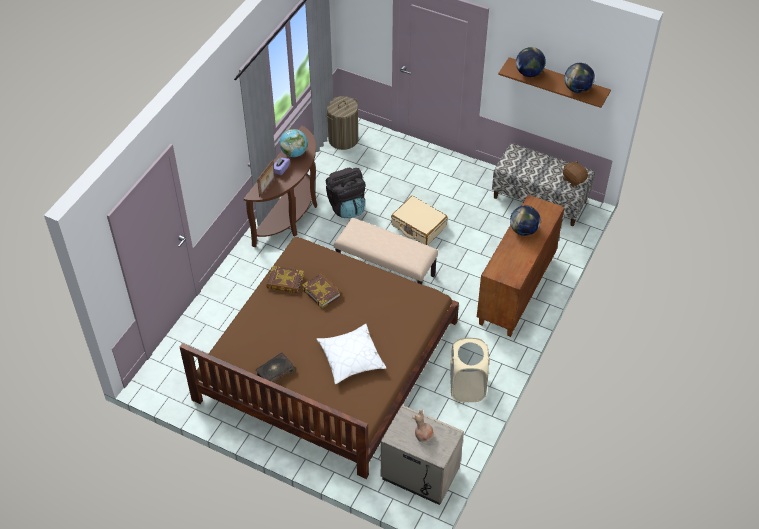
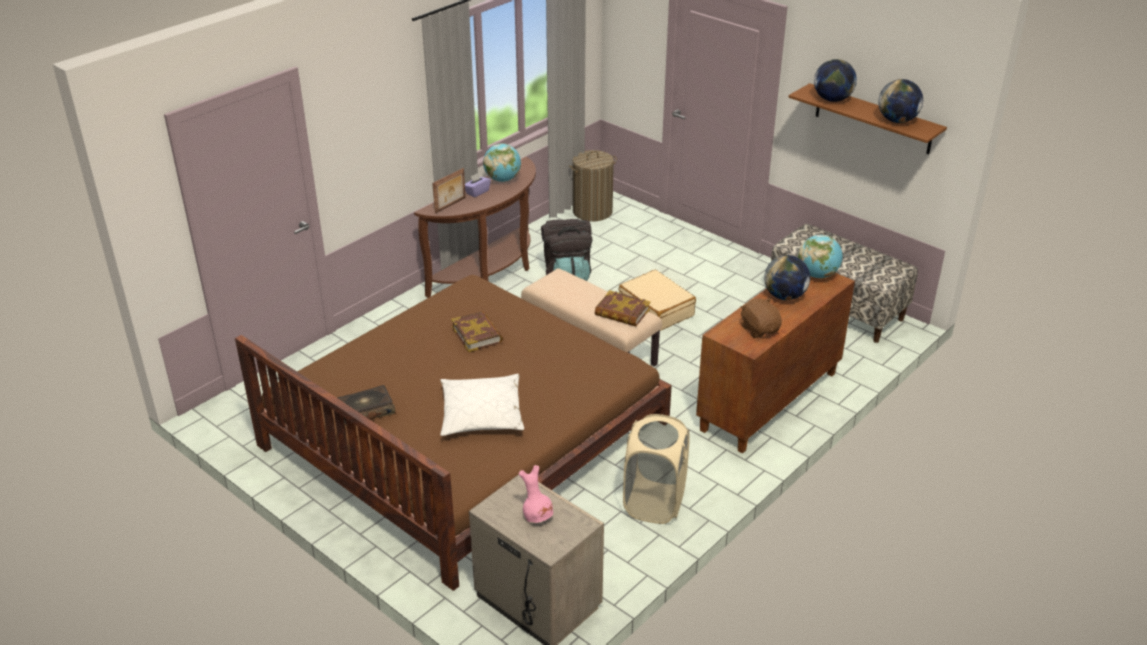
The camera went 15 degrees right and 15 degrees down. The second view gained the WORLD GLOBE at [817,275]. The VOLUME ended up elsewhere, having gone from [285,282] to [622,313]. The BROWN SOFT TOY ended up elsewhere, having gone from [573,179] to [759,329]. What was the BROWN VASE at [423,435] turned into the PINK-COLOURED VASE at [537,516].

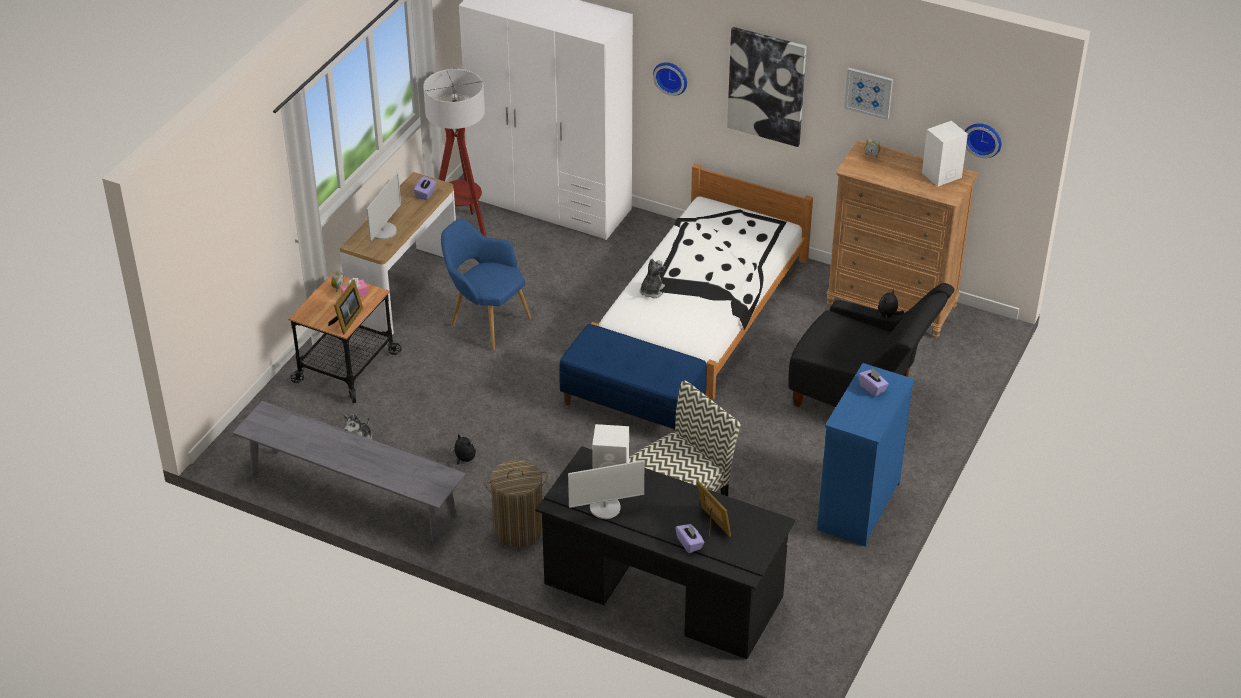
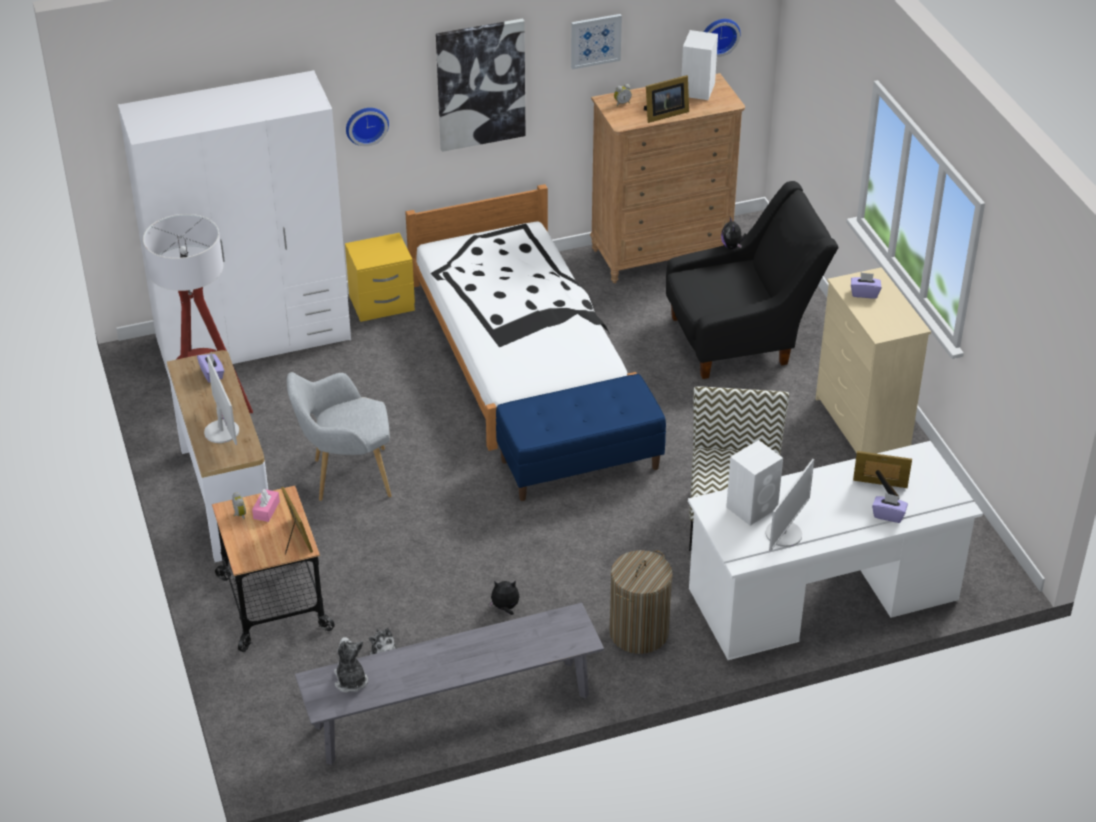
The camera went 45 degrees left and 0 degrees up. The second view gained the YELLOW-COLOURED NIGHTSTAND at [382,304]. The second view gained the PHOTO FRAME at [664,114]. The SOFT TOY ended up elsewhere, having gone from [651,291] to [350,680]. What was the BLUISH LOUNGE CHAIR at [485,321] turned into the GREYISH LOUNGE CHAIR at [345,477]. What was the BLACK DESK at [663,592] turned into the WHITE-COLOURED DESK at [823,596]. What was the BLUISH DRESSER at [857,507] turned into the BEIGE-COLOURED DRESSER at [861,426].

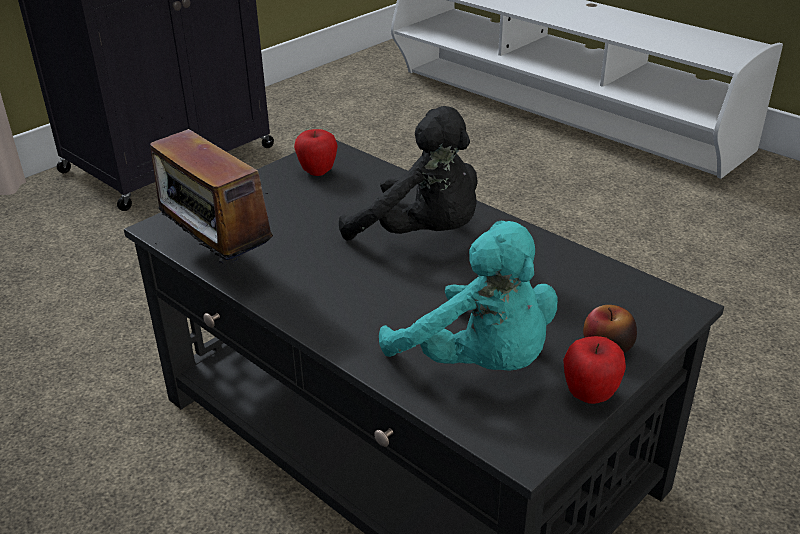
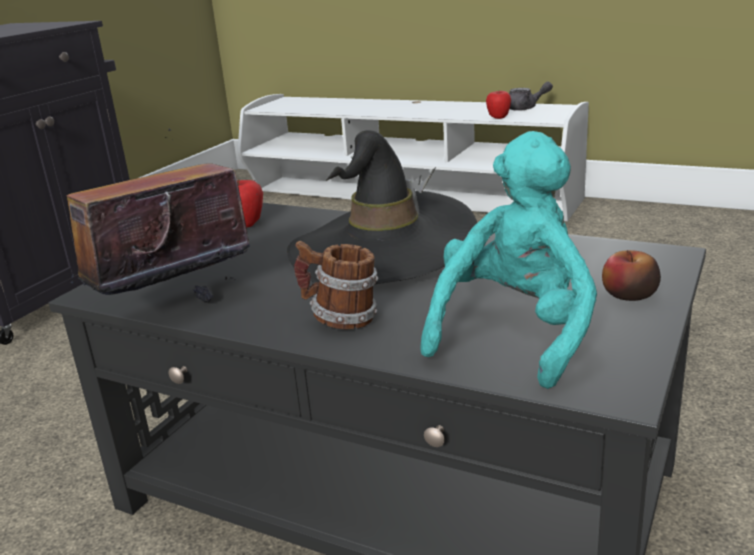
The camera went 15 degrees left and 10 degrees down. The second view gained the MUG at [341,320]. The second view gained the GREYISH TEAPOT at [525,108]. The APPLE ended up elsewhere, having gone from [589,395] to [498,117]. Where the BLACK SOFT TOY stood at [422,234], the BLACK CLOTHING HAT came to stand at [383,250]. The RADIO at [217,260] ended up facing another way, 105 degrees clockwise from before. The TURQUOISE-COLOURED SOFT TOY at [478,363] ended up facing another way, 90 degrees counterclockwise from before.

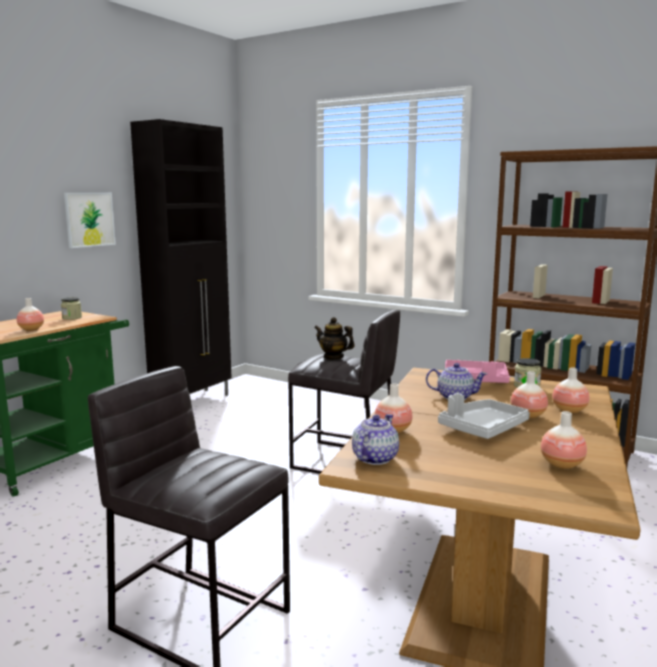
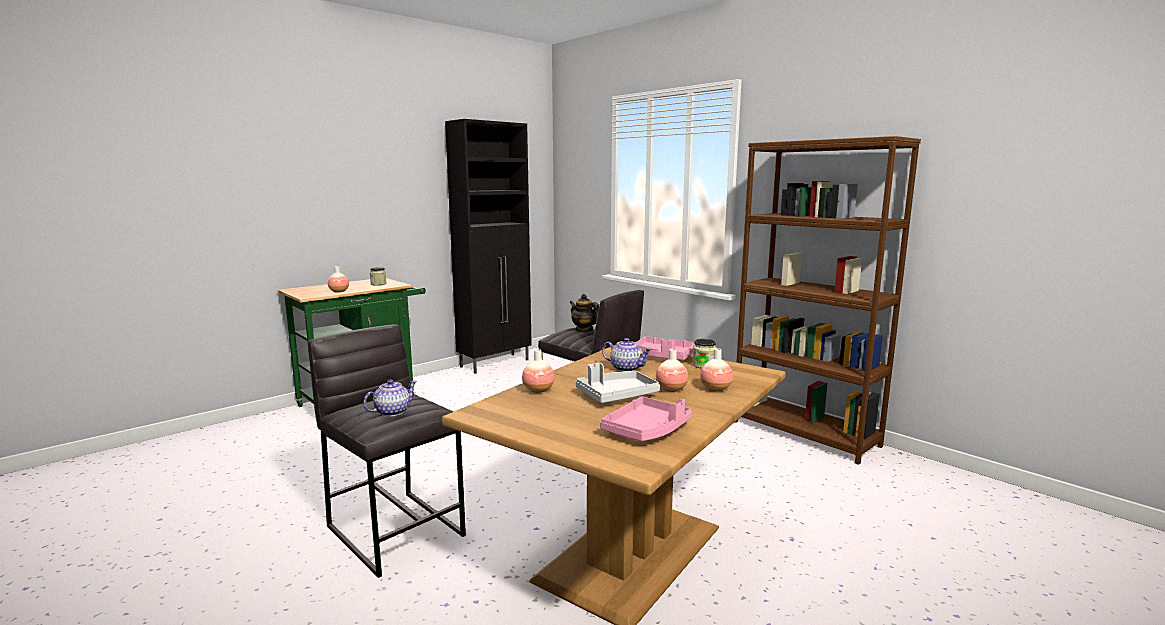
The camera went 15 degrees right and 0 degrees up. The second view lost the PICTURE at [89,219]. The TEAPOT ended up elsewhere, having gone from [374,458] to [391,412]. Where the VASE stood at [562,465], the PINK-COLOURED CARRYING TRAY came to stand at [647,430].

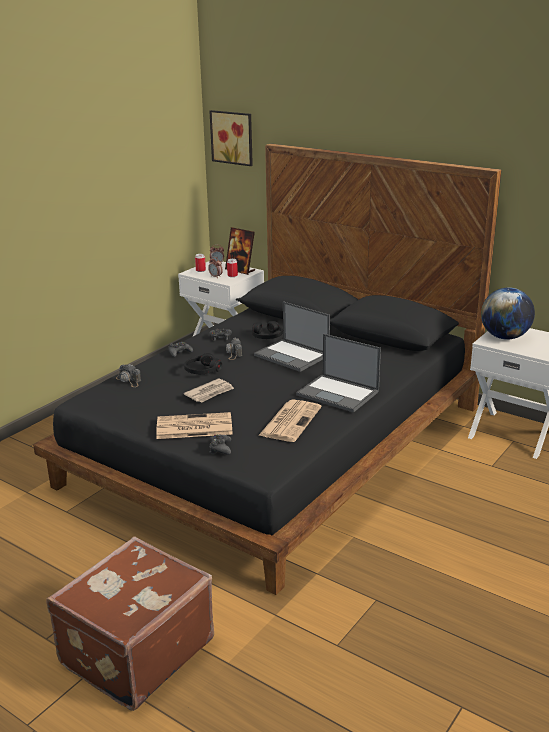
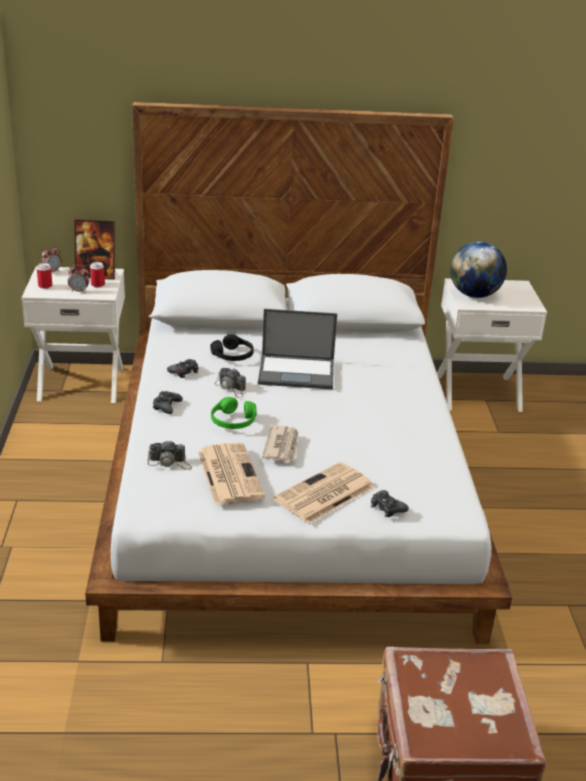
The camera went 40 degrees left and 5 degrees up. The second view lost the PICTURE at [233,137]. The second view lost the LAPTOP at [339,393]. The PRINTED PAPER ended up elsewhere, having gone from [290,421] to [229,474]. What was the BLACK BEDROOM BED at [277,445] turned into the WHITE-COLOURED BEDROOM BED at [289,482]. What was the BLACK HEADPHONES at [202,370] turned into the GREENISH HEADPHONES at [233,421].

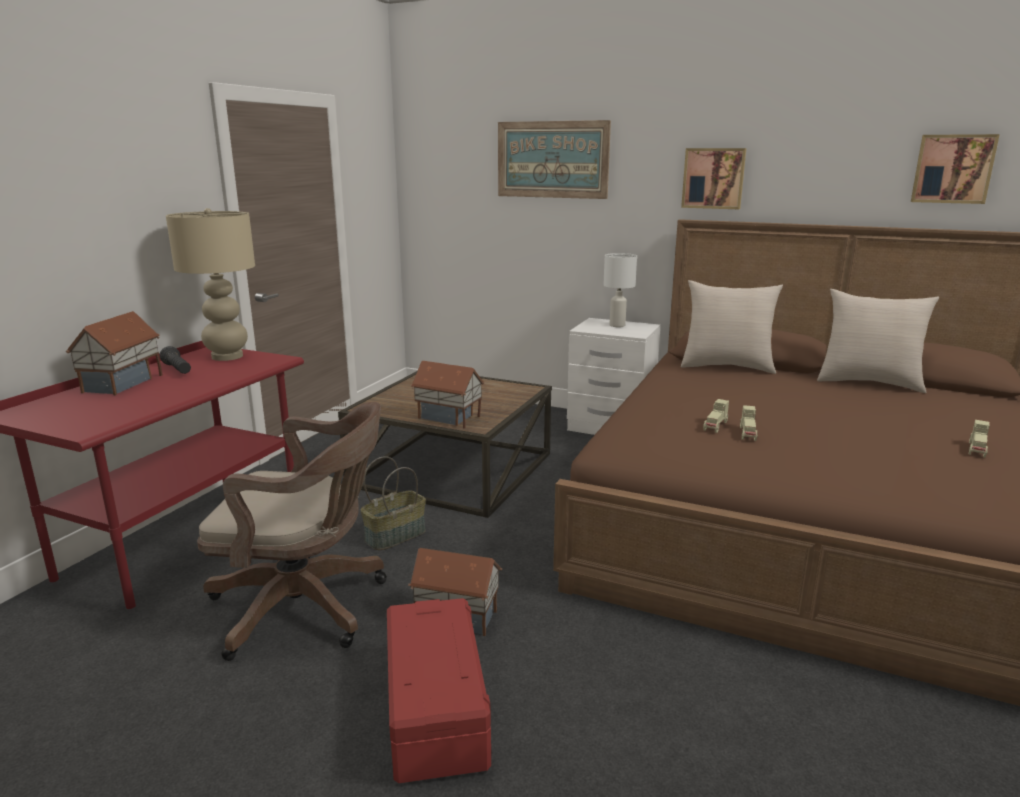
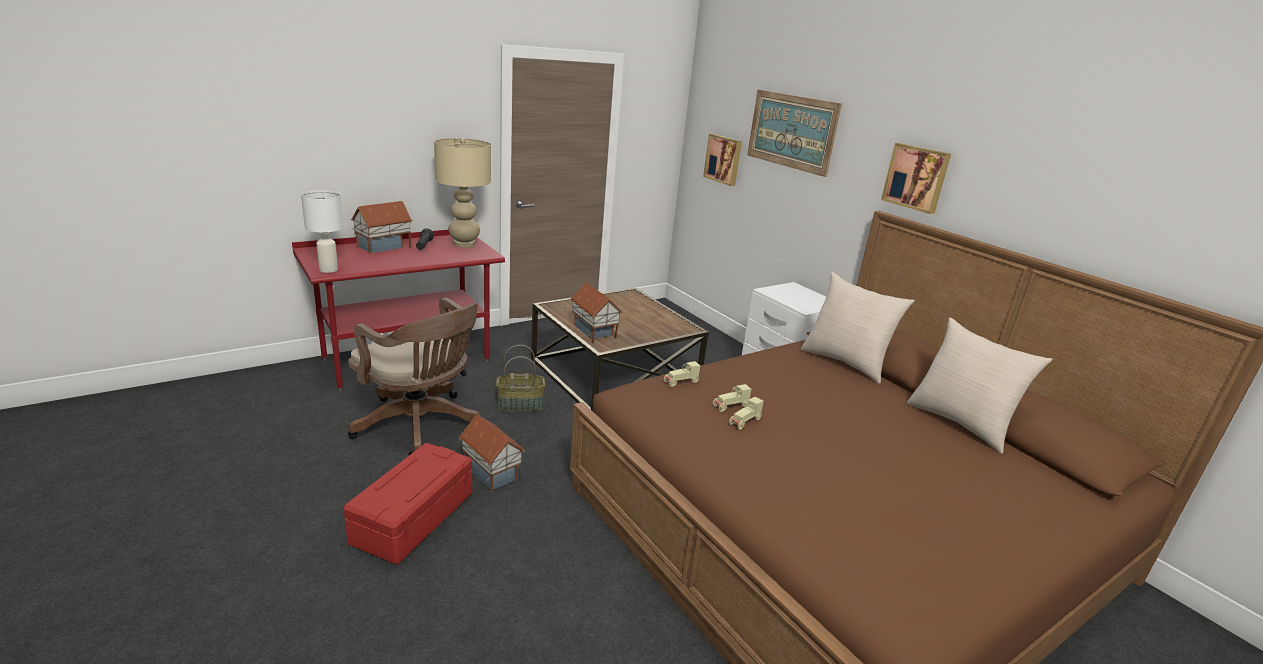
The camera went 30 degrees right and 5 degrees up. The WHITE-COLOURED TABLE LAMP ended up elsewhere, having gone from [617,325] to [329,269]. The PICTURE ended up elsewhere, having gone from [952,169] to [723,159]. The BEIGE-COLOURED MINIATURE CAR ended up elsewhere, having gone from [977,450] to [680,382].

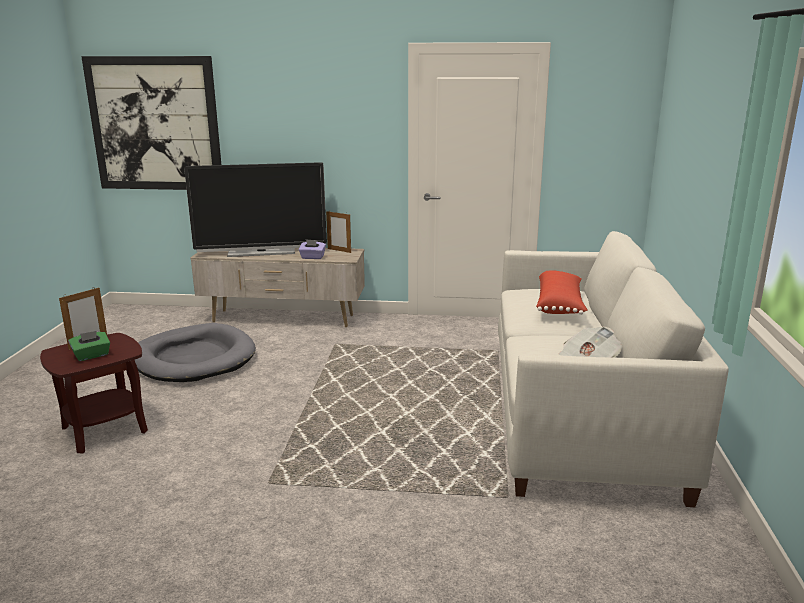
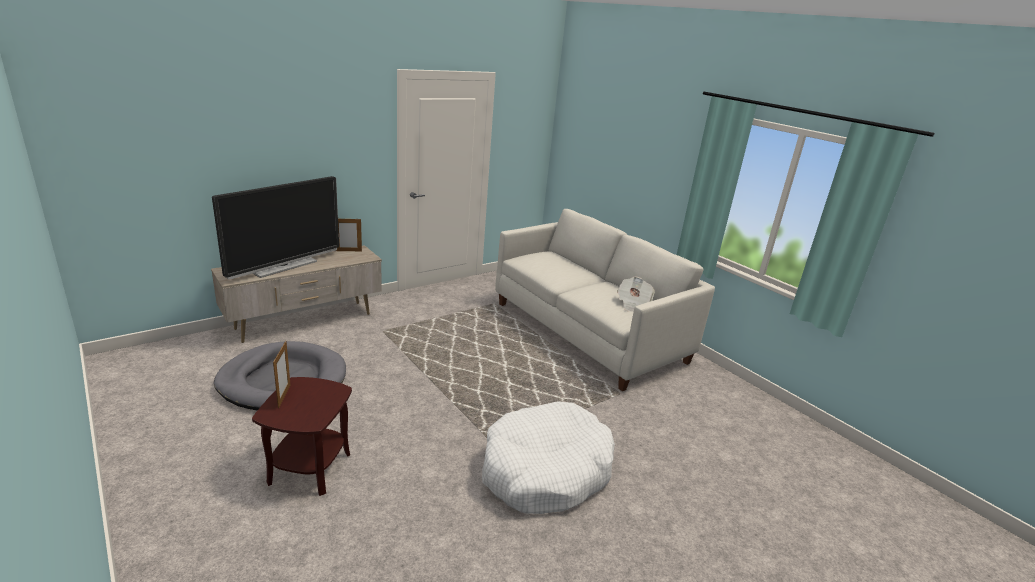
The camera went 45 degrees left and 5 degrees up. The second view lost the GREENISH TISSUE HOLDER at [92,355]. The second view lost the PICTURE at [155,124]. The second view lost the PURPLE-COLOURED TISSUE HOLDER at [312,257]. The second view lost the RED-COLOURED CUSHION at [560,305]. The second view gained the WHITE-COLOURED DOG BED at [545,470].

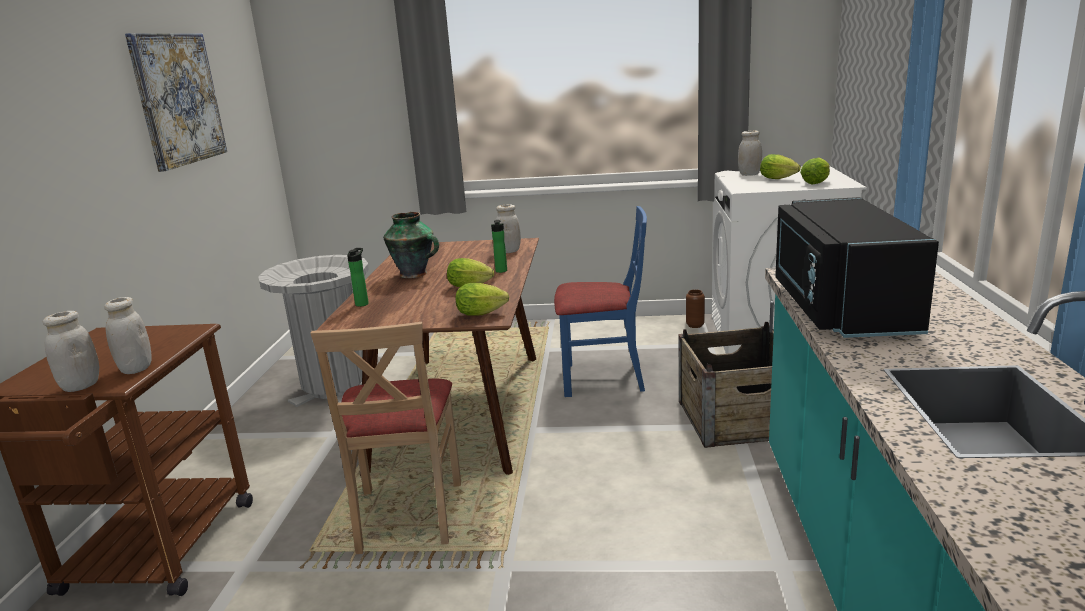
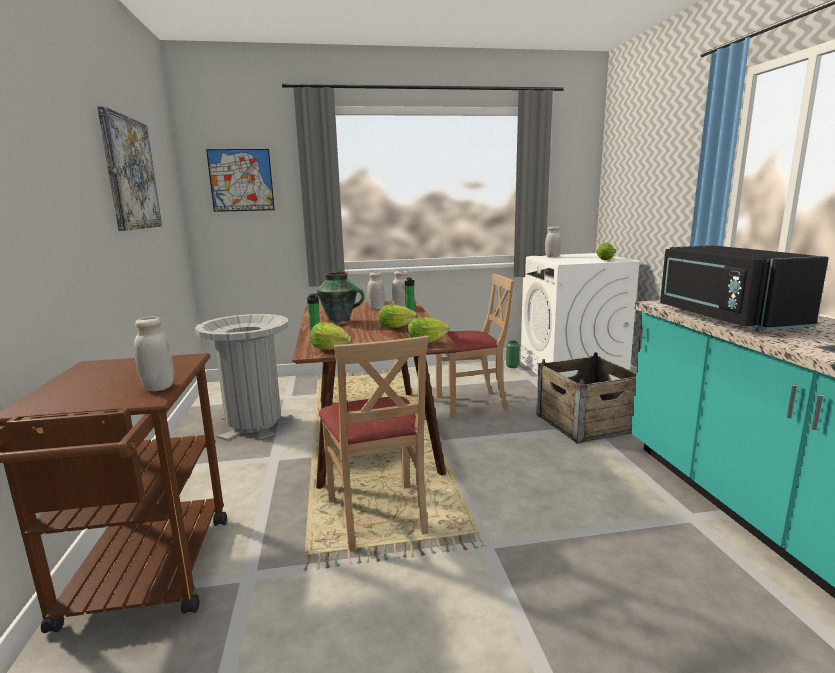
The camera went 15 degrees left and 5 degrees down. The second view gained the PICTURE at [241,180]. The WHITE-COLOURED STORAGE JAR ended up elsewhere, having gone from [81,386] to [376,308]. The LETTUCE HEAD ended up elsewhere, having gone from [780,179] to [332,349]. What was the BLUISH PLAIN CHAIR at [603,378] turned into the BEIGE-COLOURED PLAIN CHAIR at [470,403]. What was the BROWN VASE at [695,325] turned into the GREENISH VASE at [512,366].

